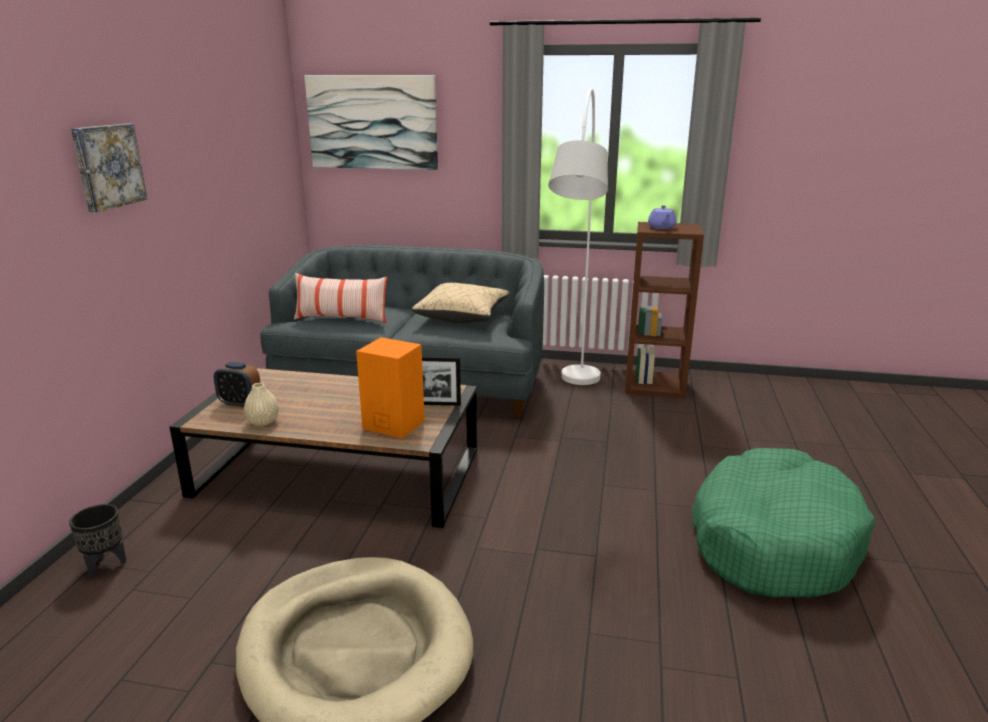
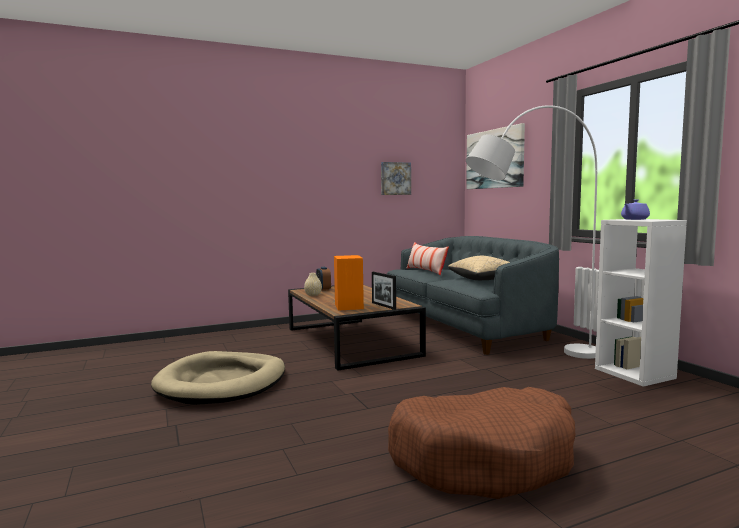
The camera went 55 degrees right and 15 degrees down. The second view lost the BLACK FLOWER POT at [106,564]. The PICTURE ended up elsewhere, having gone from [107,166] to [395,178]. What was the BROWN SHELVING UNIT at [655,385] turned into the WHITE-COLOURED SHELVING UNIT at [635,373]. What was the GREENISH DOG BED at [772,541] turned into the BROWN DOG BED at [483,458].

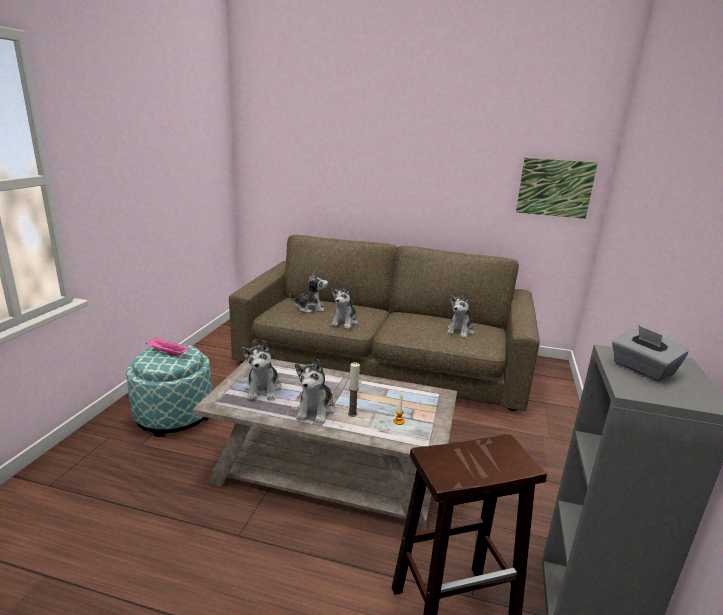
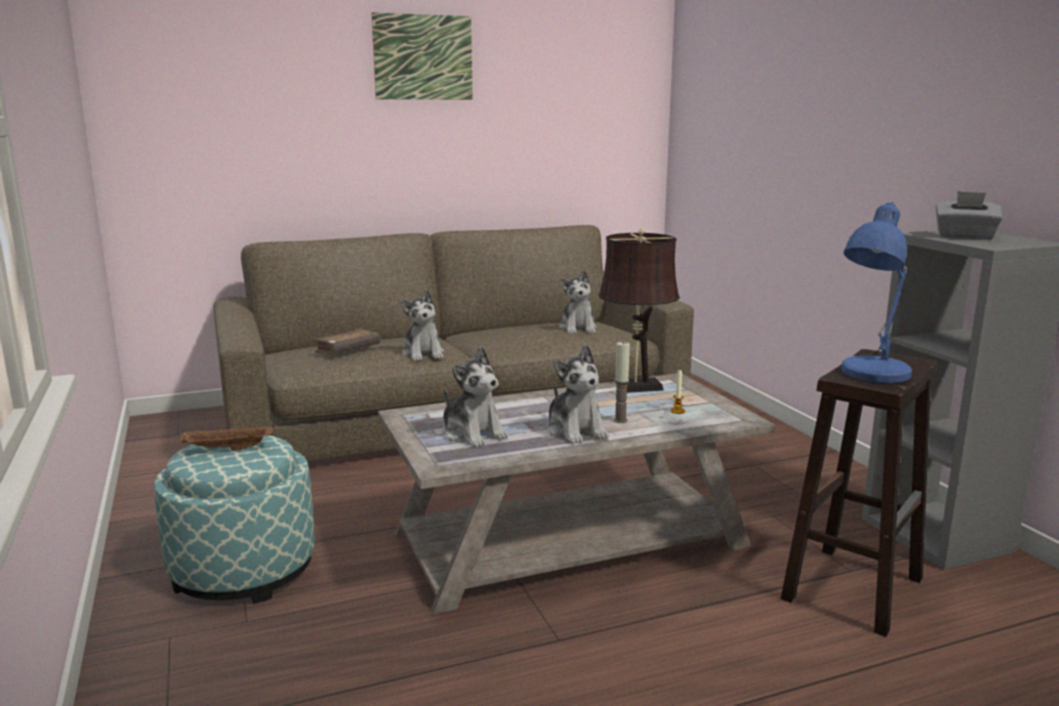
The camera went 35 degrees left and 5 degrees down. The second view gained the BROWN TABLE LAMP at [635,388]. The second view gained the BLUISH TABLE LAMP at [871,375]. The PICTURE ended up elsewhere, having gone from [555,188] to [423,57]. Where the SOFT TOY stood at [309,308], the BROWN VOLUME came to stand at [348,350]. What was the PINK-COLOURED CARRYING TRAY at [167,353] turned into the BROWN CARRYING TRAY at [227,449].

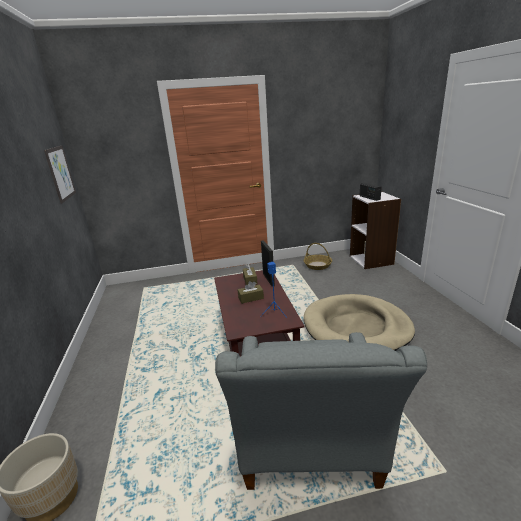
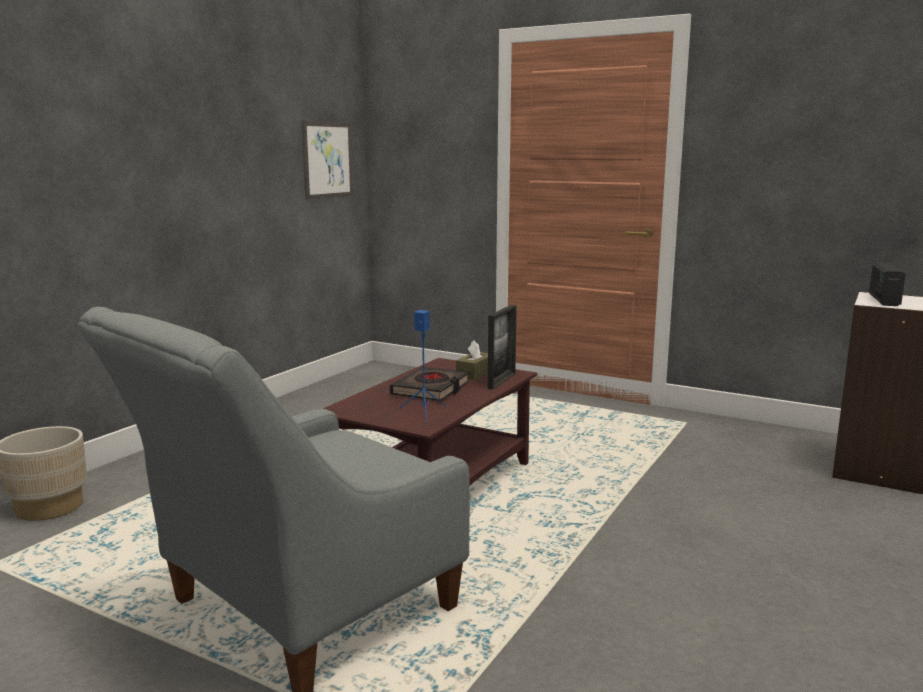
The camera went 40 degrees right and 10 degrees down. The second view lost the HOUSEHOLD BASKET at [317,265]. The second view lost the BEIGE-COLOURED DOG BED at [356,328]. Where the BROWN TISSUE HOLDER stood at [251,298], the BLACK VOLUME came to stand at [431,389].

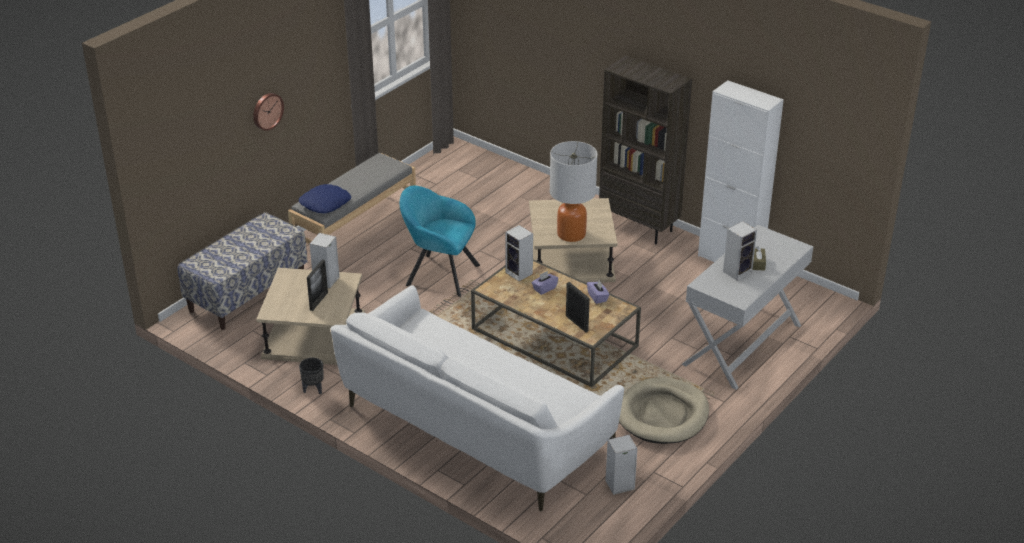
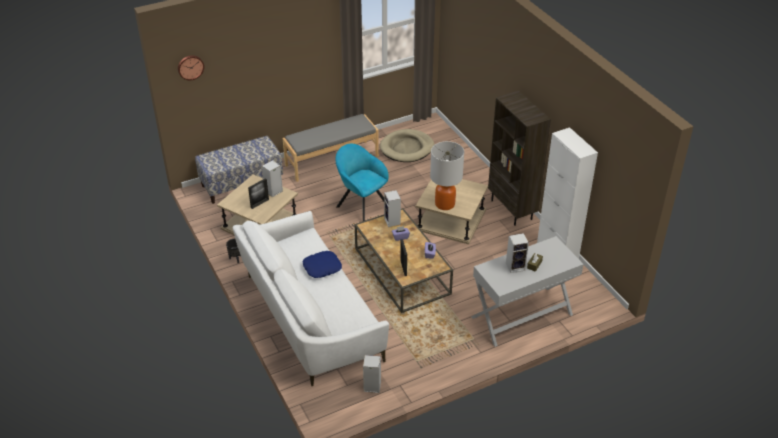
The camera went 25 degrees right and 5 degrees up. The HANGING CLOCK ended up elsewhere, having gone from [267,111] to [190,67]. The BLUISH CUSHION ended up elsewhere, having gone from [325,203] to [322,267]. The BEIGE-COLOURED DOG BED ended up elsewhere, having gone from [663,414] to [407,148].

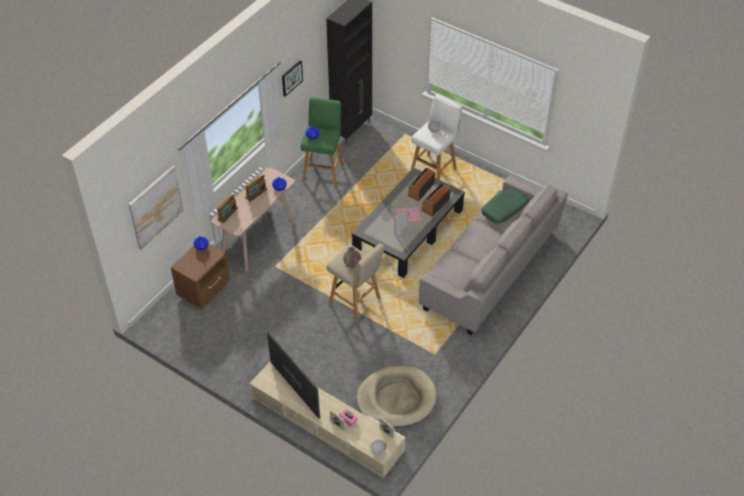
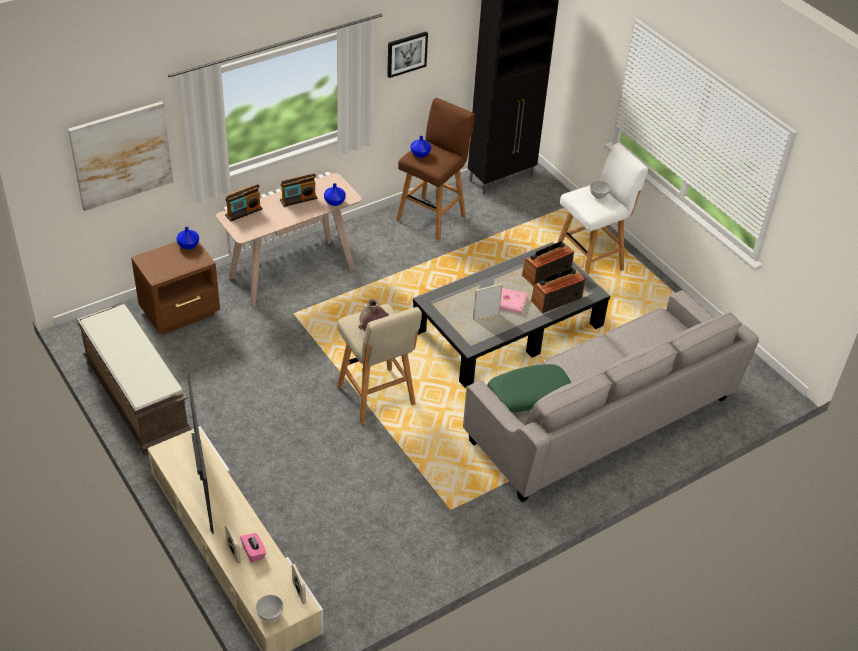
The camera went 20 degrees right and 5 degrees down. The second view lost the BEIGE-COLOURED DOG BED at [396,399]. The second view gained the BROWN LONG SEAT at [135,398]. The GREENISH CUSHION ended up elsewhere, having gone from [504,210] to [529,395]. What was the GREENISH STOOL SEAT at [323,171] turned into the BROWN STOOL SEAT at [432,217].

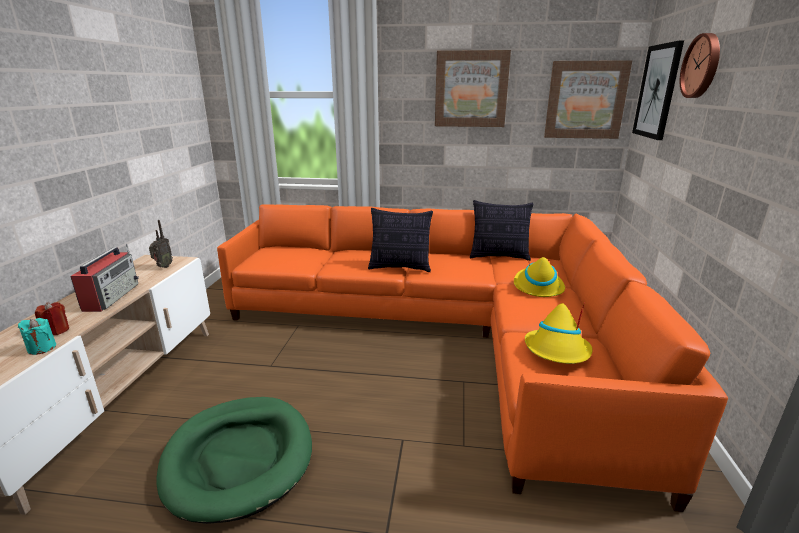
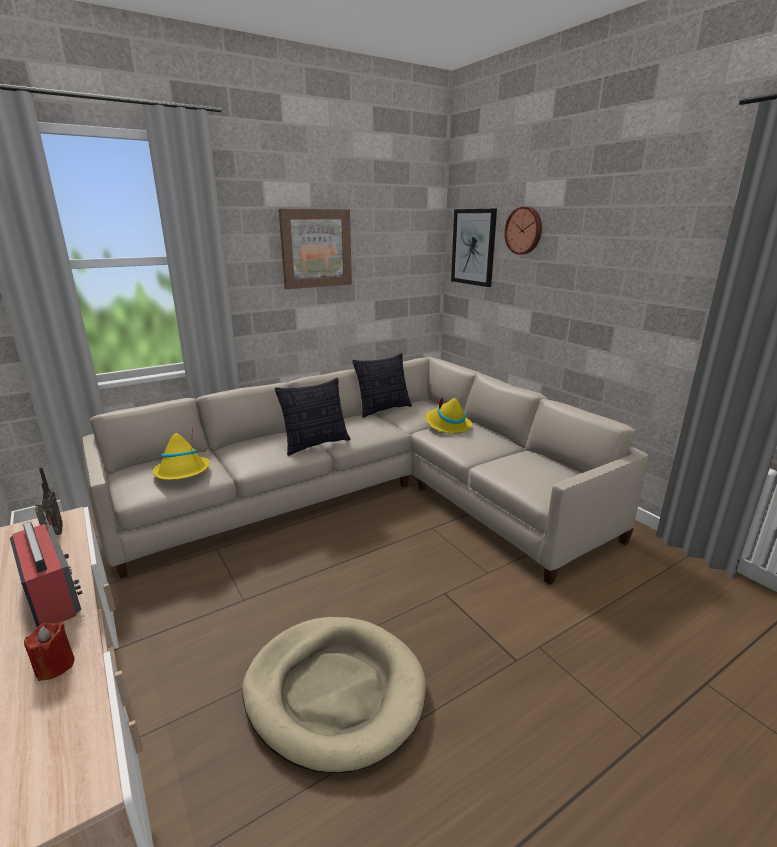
The camera went 40 degrees left and 0 degrees up. The second view lost the TURQUOISE-COLOURED WAX LIGHT at [42,348]. The second view lost the PICTURE at [585,100]. The YELLOW-COLOURED CLOTHING HAT ended up elsewhere, having gone from [557,351] to [182,473]. What was the GREENISH DOG BED at [239,458] turned into the BEIGE-COLOURED DOG BED at [334,692]. What was the ORANGEY SETTEE at [448,333] turned into the BEIGE-COLOURED SETTEE at [373,495].

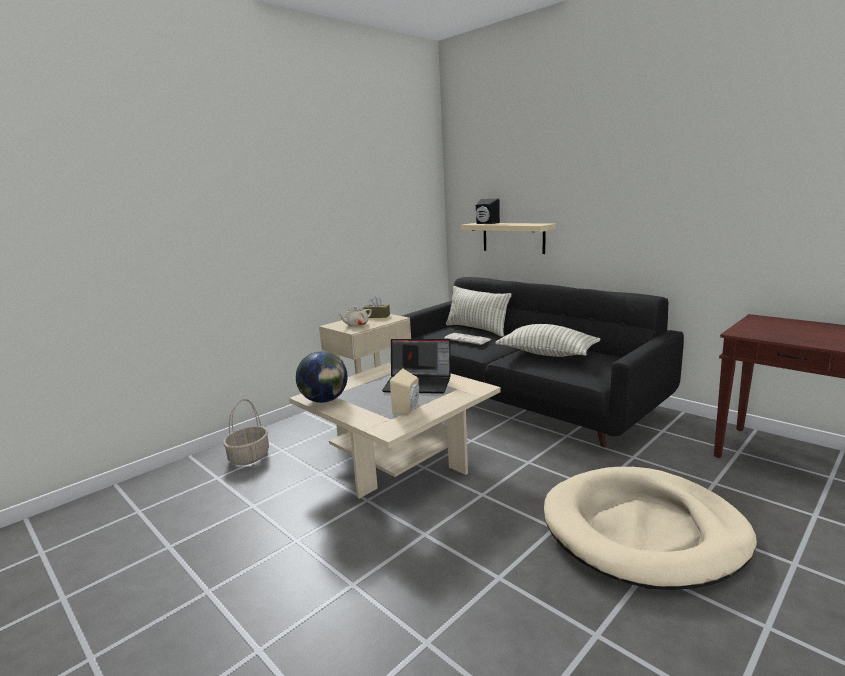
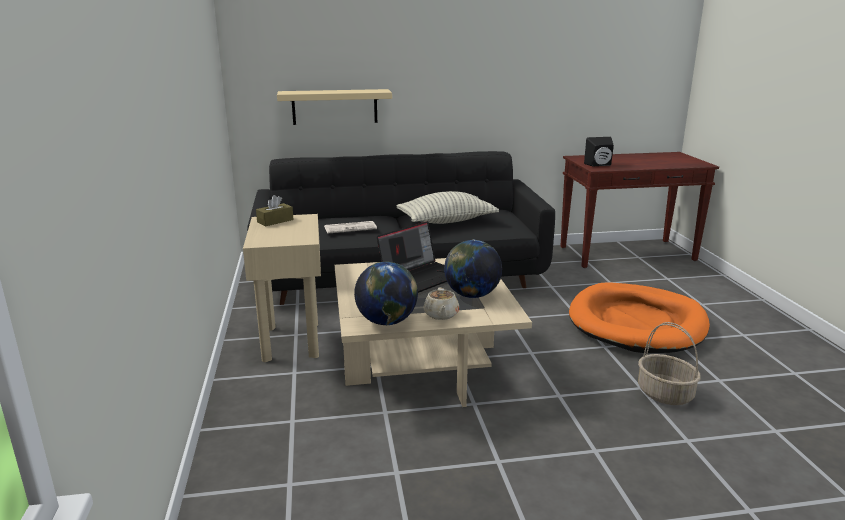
The camera went 55 degrees left and 5 degrees up. The second view lost the CUSHION at [477,329]. The HOUSEHOLD BASKET ended up elsewhere, having gone from [249,457] to [665,394]. The BEIGE-COLOURED TEAPOT ended up elsewhere, having gone from [356,324] to [441,315]. The BLACK LOUDSPEAKER ended up elsewhere, having gone from [485,223] to [599,165]. Where the BEIGE-COLOURED LOUDSPEAKER stood at [408,408], the WORLD GLOBE came to stand at [472,295]. What was the BEIGE-COLOURED DOG BED at [643,531] turned into the ORANGEY DOG BED at [636,323].

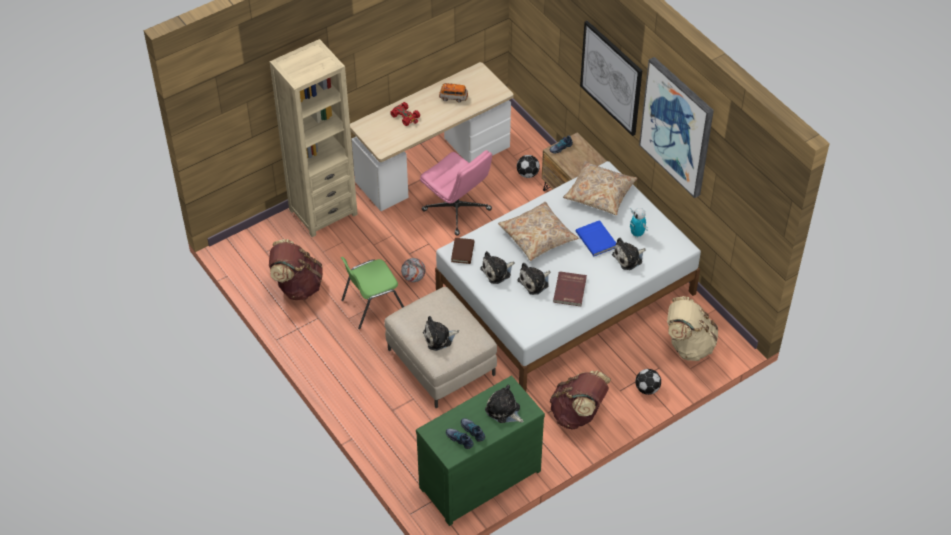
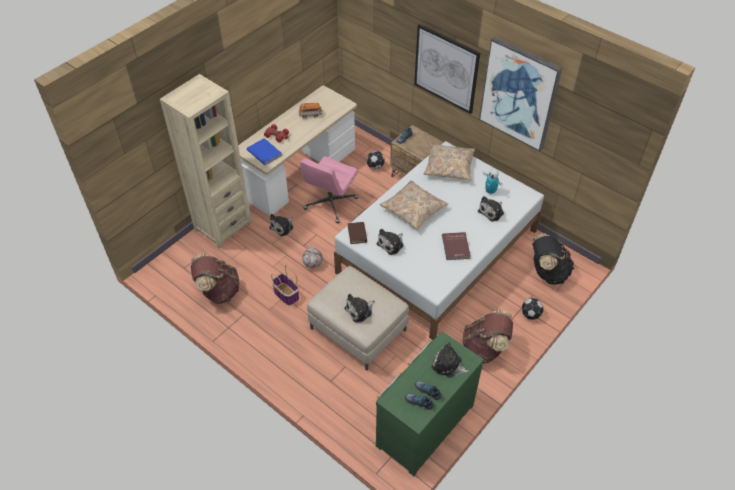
The camera went 15 degrees left and 0 degrees up. The SOFT TOY ended up elsewhere, having gone from [535,282] to [282,227]. The BLUISH VOLUME ended up elsewhere, having gone from [597,239] to [265,152]. Where the GREENISH PLAIN CHAIR stood at [372,305], the HOUSEHOLD BASKET came to stand at [286,294]. What was the BEIGE-COLOURED RUCKSACK at [688,345] turned into the BLACK RUCKSACK at [547,272]. The PINK-COLOURED DESK CHAIR at [457,210] ended up facing another way, 90 degrees clockwise from before.

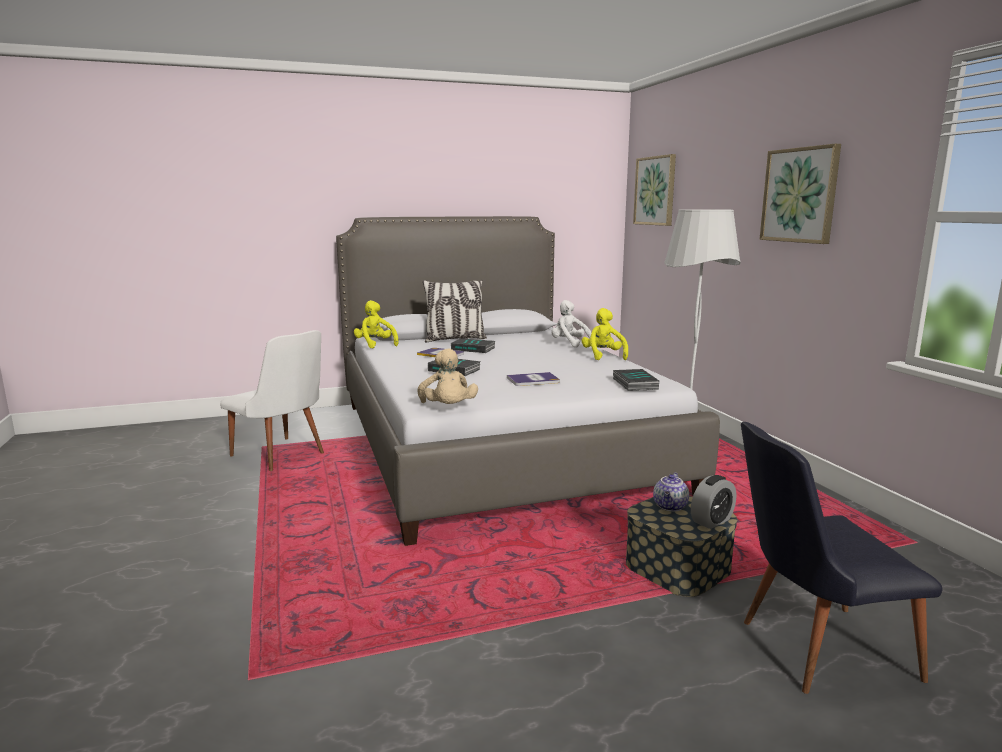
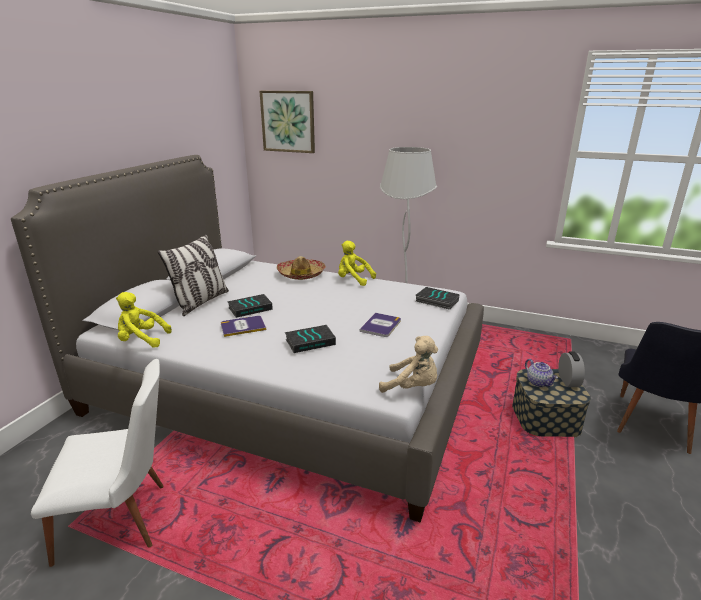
The camera went 50 degrees left and 10 degrees up. The second view lost the PICTURE at [800,195]. Where the WHITE-COLOURED SOFT TOY stood at [569,344], the CLOTHING HAT came to stand at [301,274].

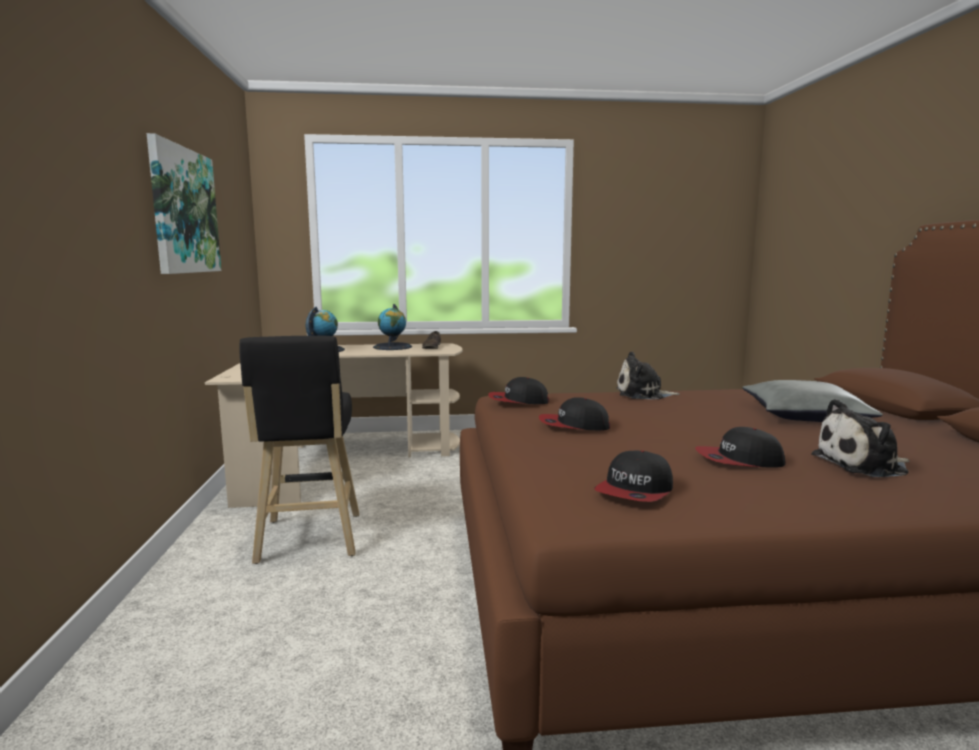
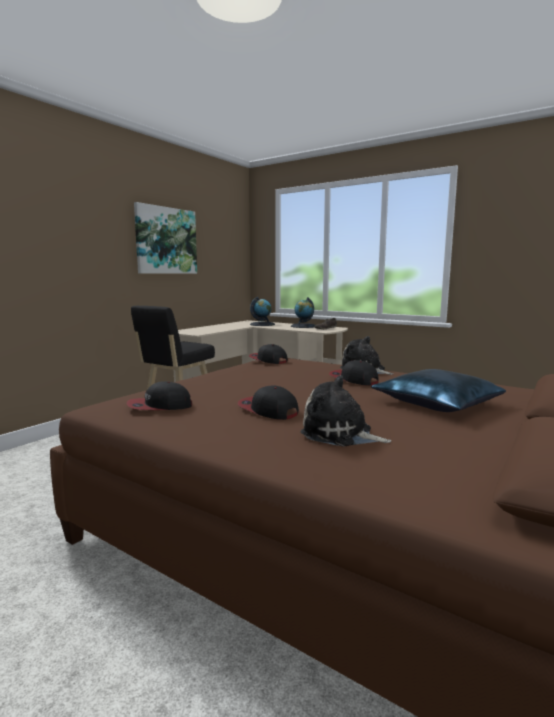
The camera went 40 degrees right and 0 degrees up. The CAP ended up elsewhere, having gone from [573,425] to [353,379]. What was the GREYISH CUSHION at [805,416] turned into the BLUISH CUSHION at [436,403].

